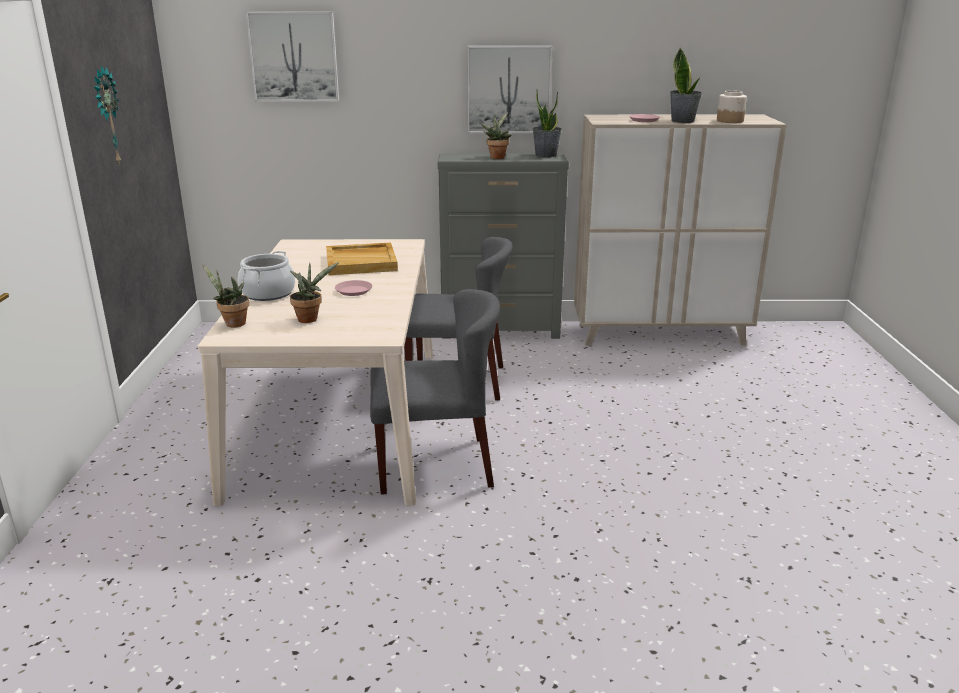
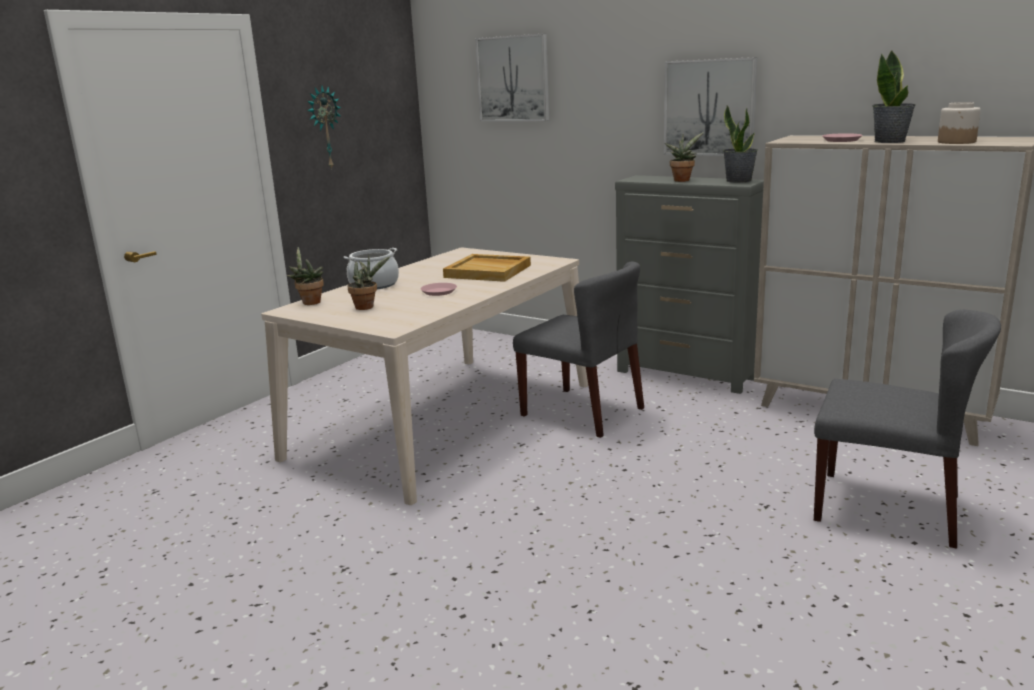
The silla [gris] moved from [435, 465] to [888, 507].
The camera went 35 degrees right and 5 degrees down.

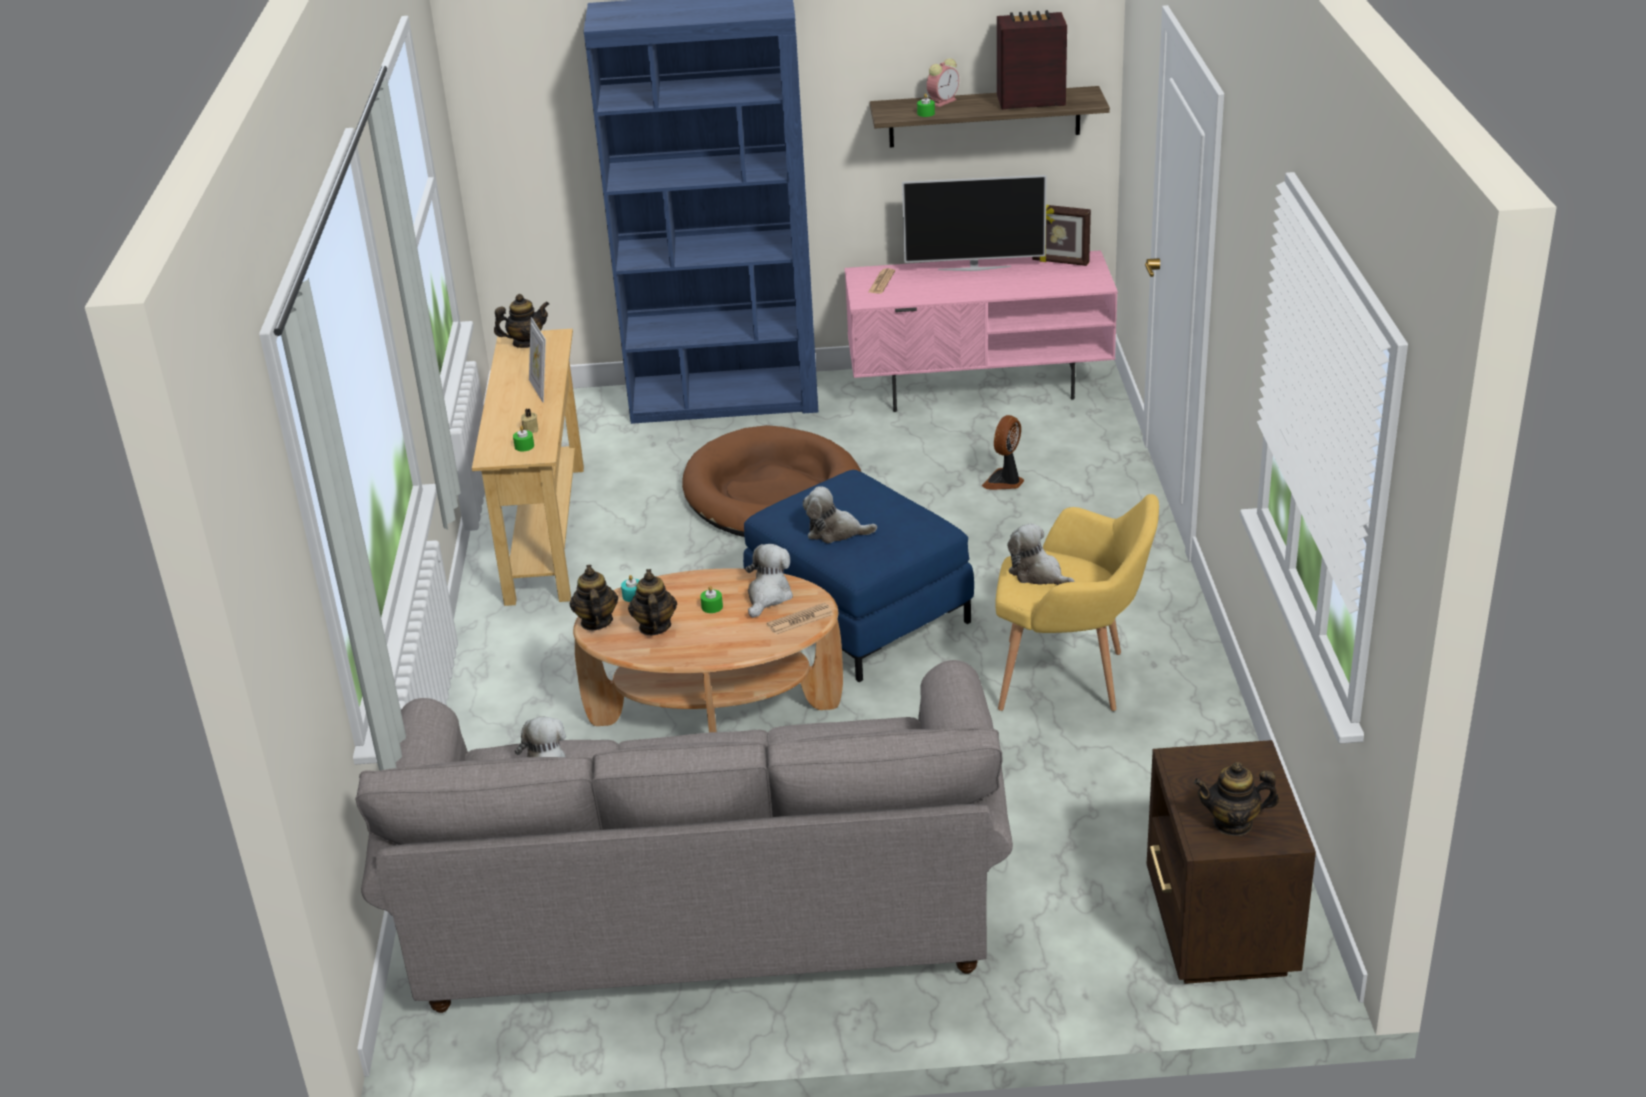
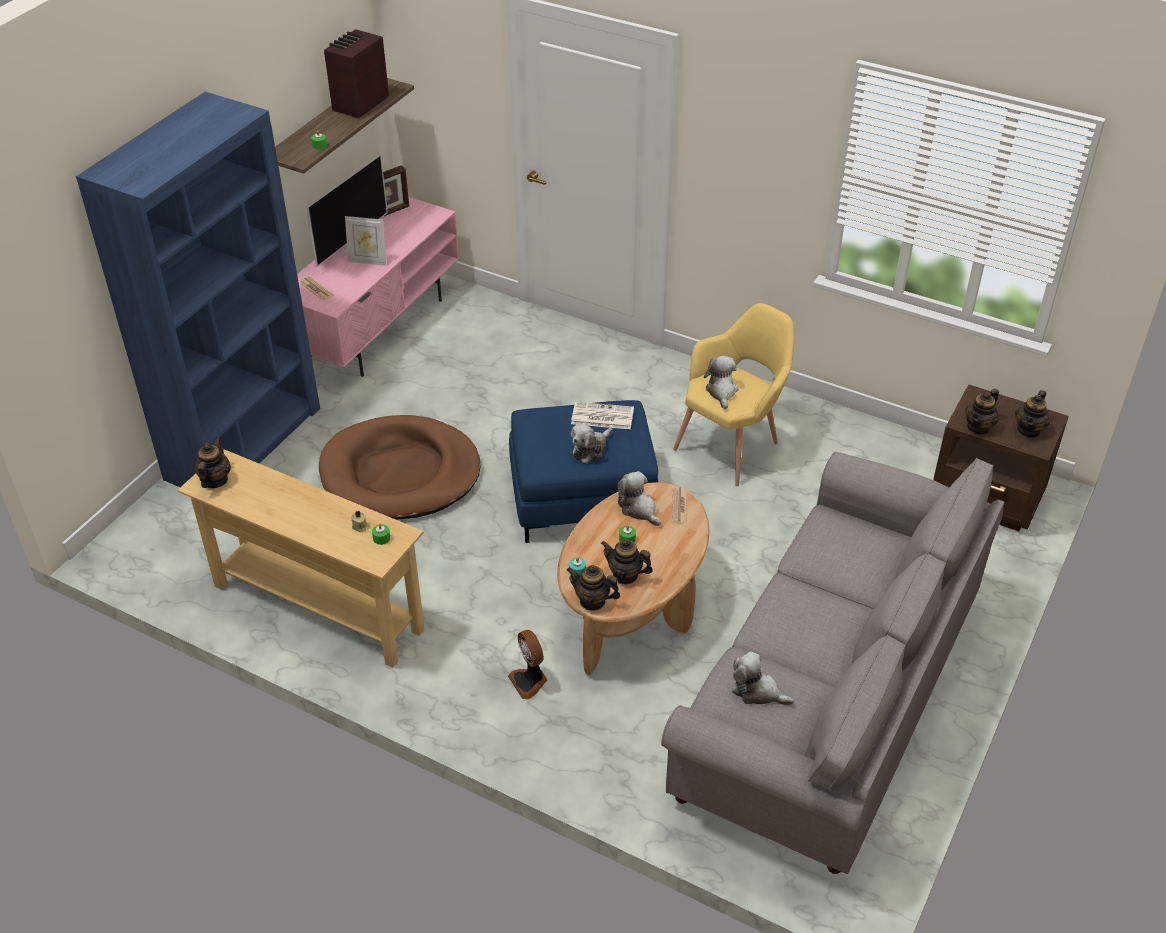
The despertador at [943, 101] disappeared.
The portarretratos moved from [541, 390] to [368, 261].
The ventilador moved from [1005, 482] to [529, 681].
The peluche at [1038, 574] turned 105 degrees clockwise.
The tetera at [979, 427] appeared.
The periódico at [601, 416] appeared.
The camera went 60 degrees left and 10 degrees up.

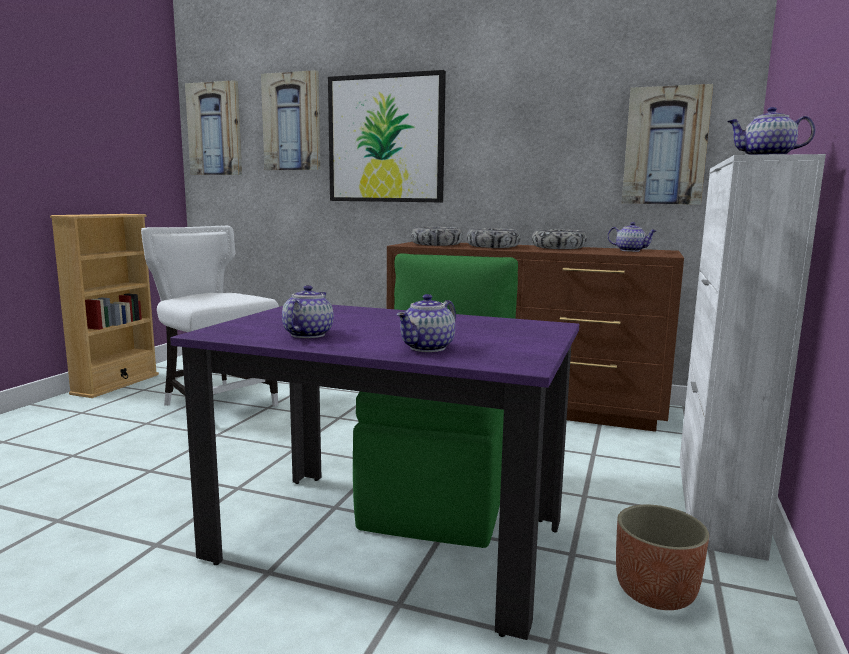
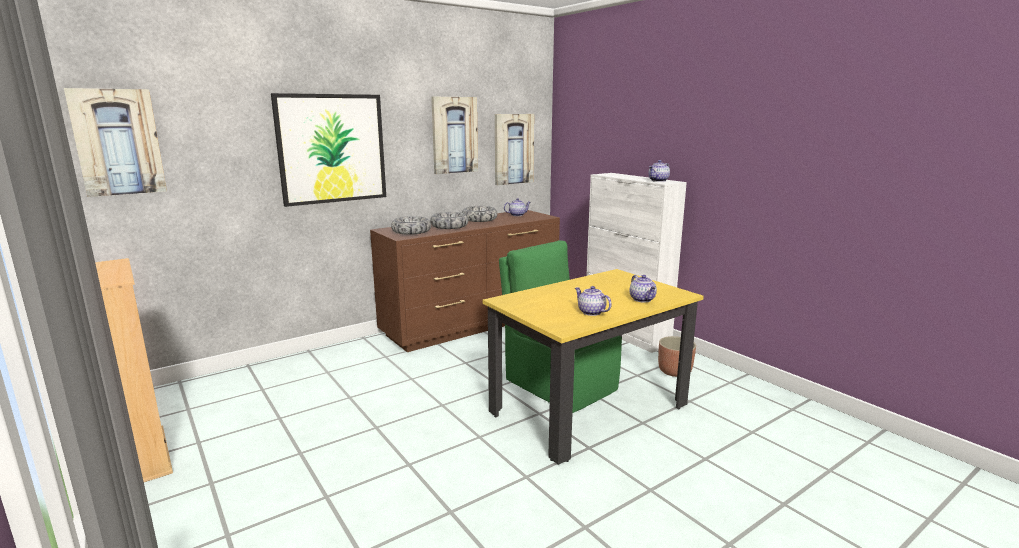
The cuadro moved from [292, 122] to [454, 135].
The silla [blanco] at [216, 406] disappeared.
The mesa de comedor [morado] at [389, 540] became the mesa de comedor [amarillo] at [589, 409].
The camera went 55 degrees left and 5 degrees up.

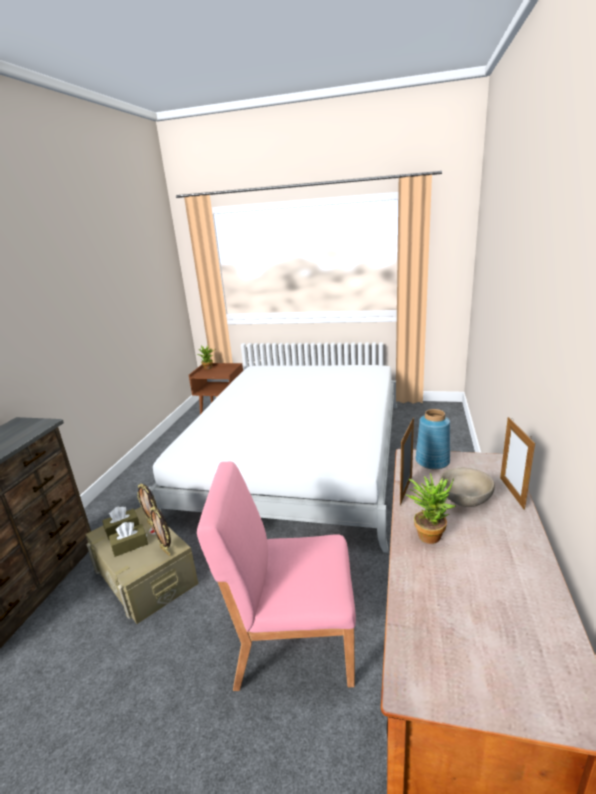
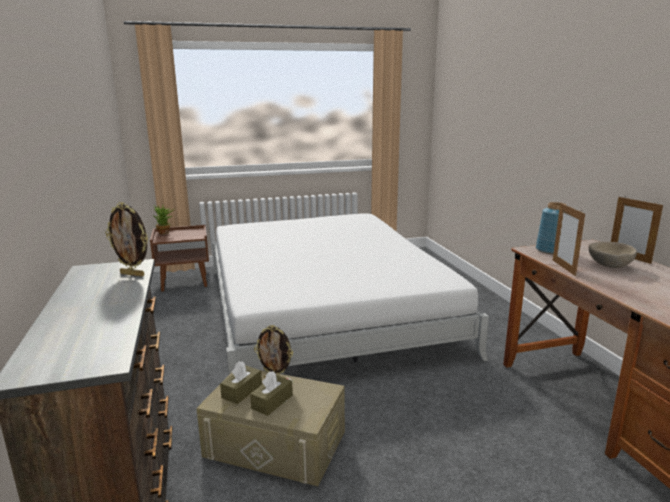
The silla [rosa] at [292, 640] disappeared.
The planta en maceta at [429, 533] disappeared.
The portarretratos moved from [166, 551] to [133, 274].
The camera went 30 degrees left and 5 degrees down.

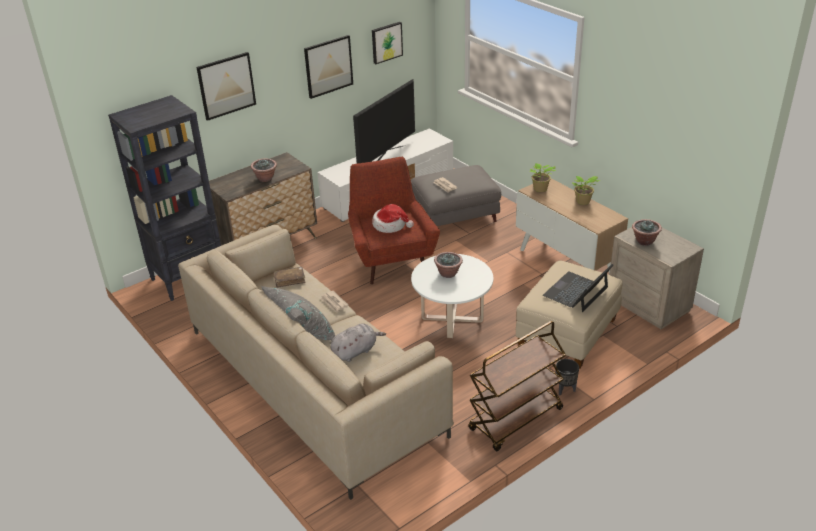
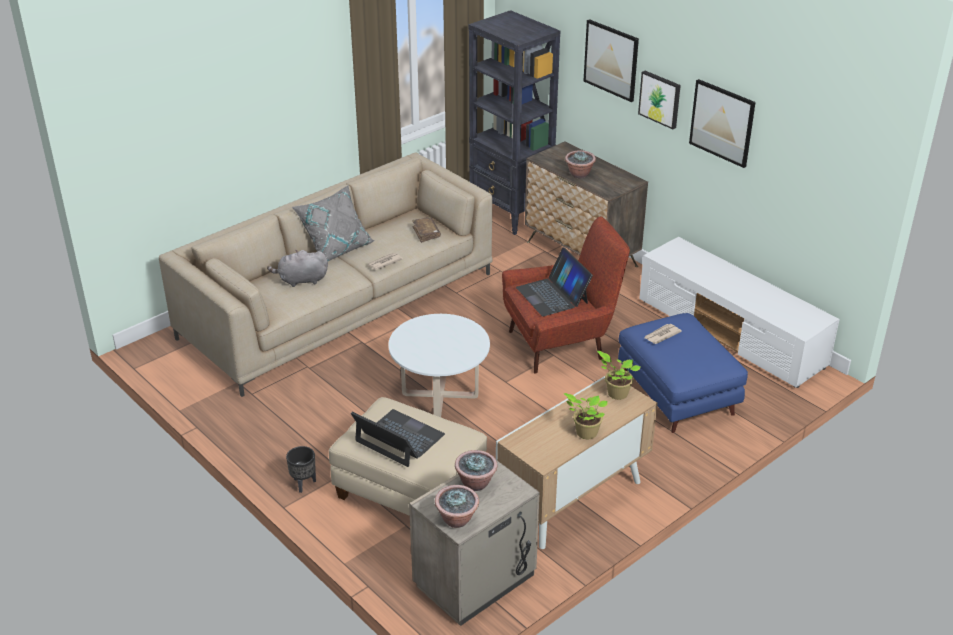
The cuadro moved from [386, 42] to [660, 99].
The televisor at [387, 157] disappeared.
The puf [gris] at [455, 216] became the puf [azul] at [678, 394].
The sombrero at [390, 225] was replaced by the portátil at [553, 295].
The planta en maceta moved from [448, 273] to [457, 519].
The carrito [marrón] at [516, 420] disappeared.
The peluche [gris] at [356, 351] turned 120 degrees clockwise.
The camera went 85 degrees right and 0 degrees up.

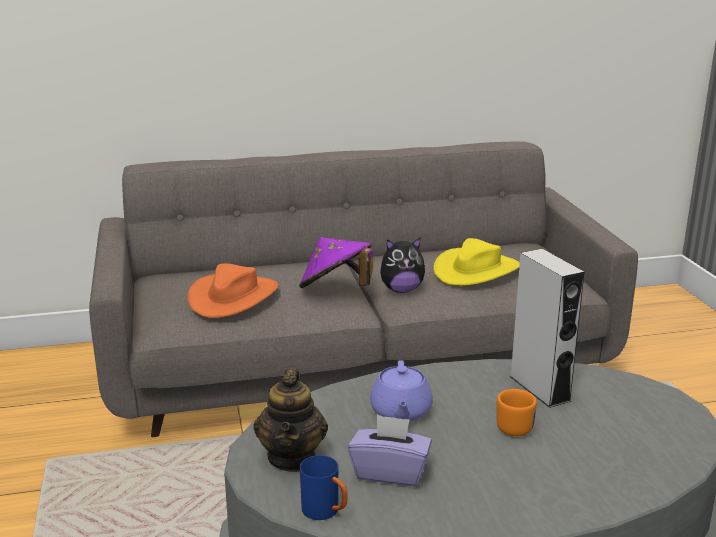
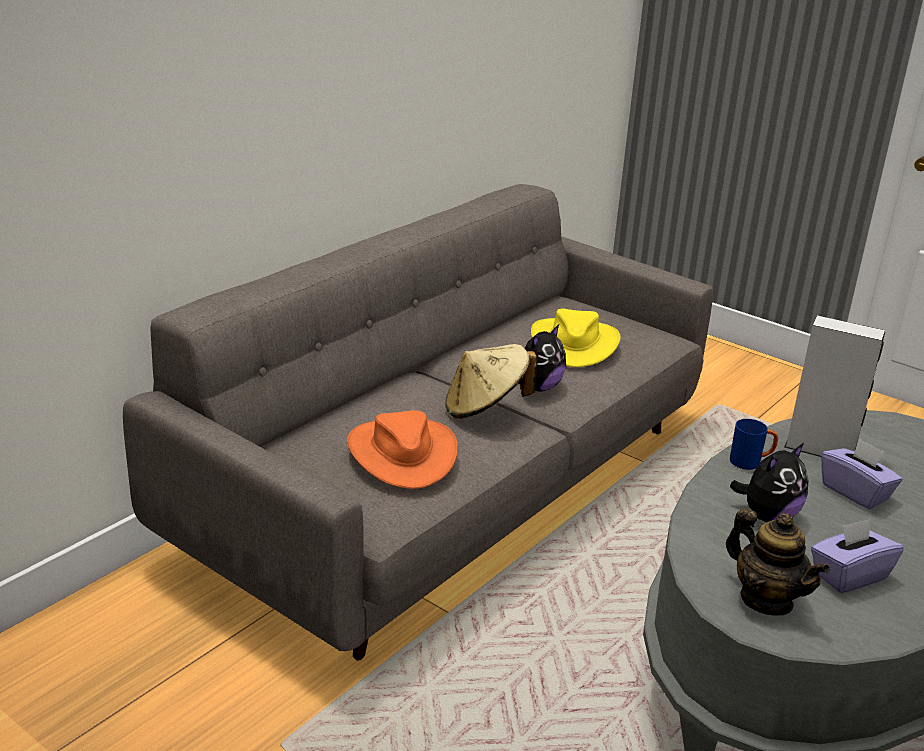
The sombrero [morado] at [336, 289] became the sombrero [beis] at [485, 408].
The tetera [morado] at [400, 412] was replaced by the peluche at [767, 516].
The taza grande [naranja] at [513, 425] was replaced by the caja de pañuelos [morado] at [855, 492].
The taza grande [azul] moved from [326, 512] to [750, 462].
The camera went 40 degrees left and 5 degrees up.

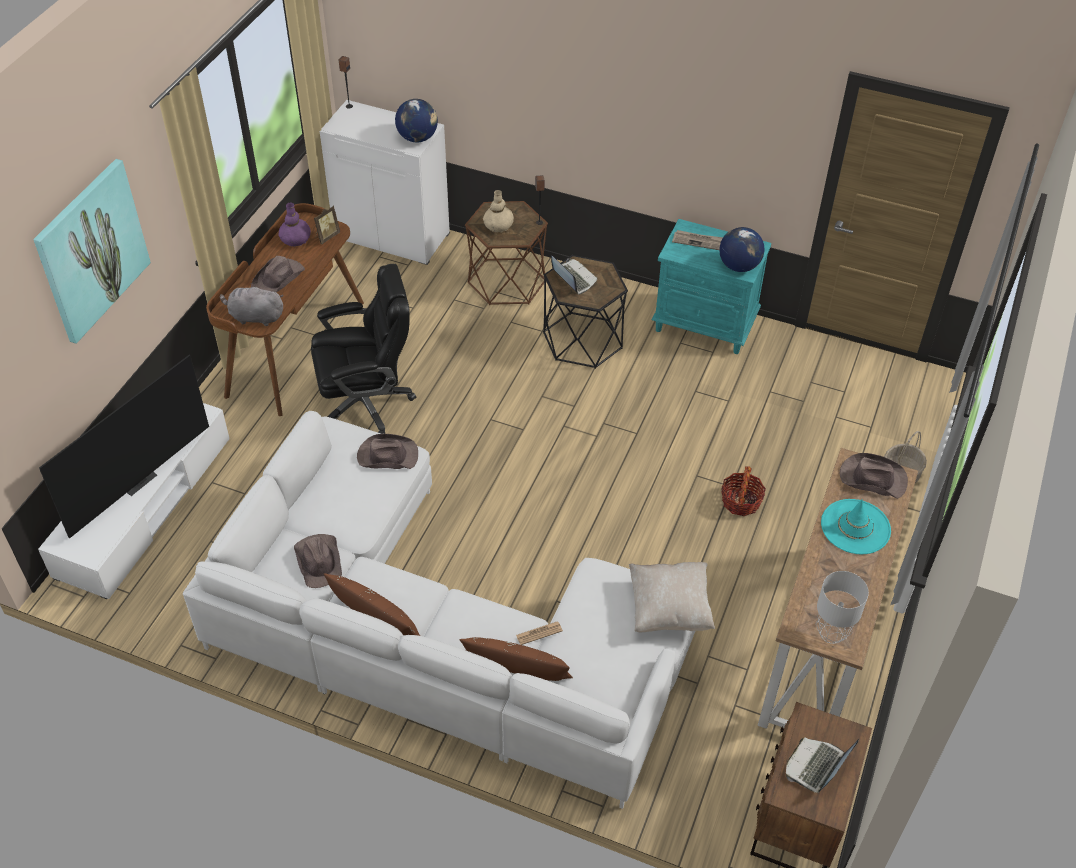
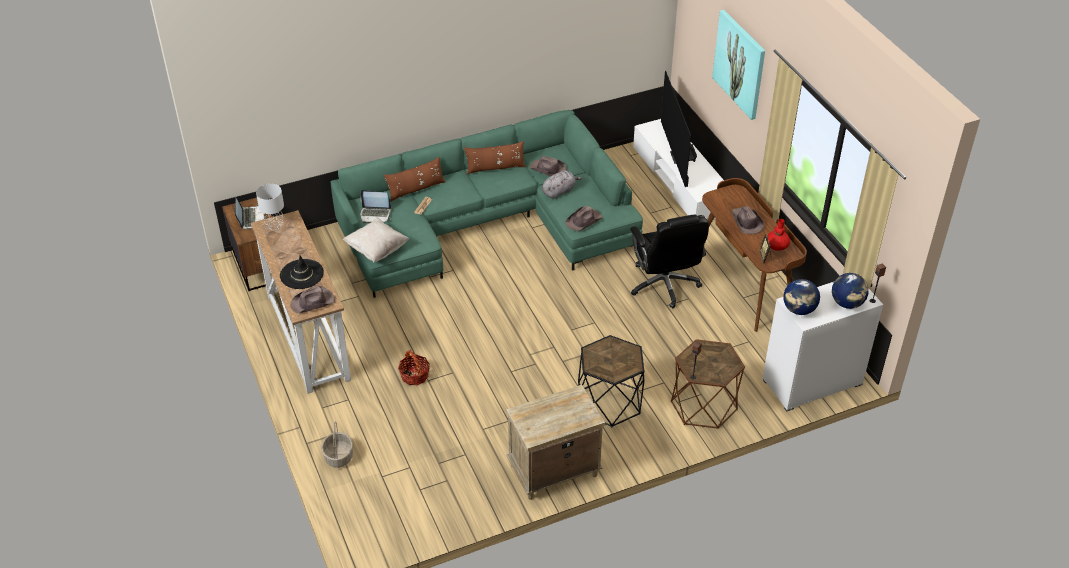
The florero [beis] at [498, 225] disappeared.
The florero [morado] at [295, 239] became the florero [rojo] at [777, 245].
The mesita de noche [turquesa] at [705, 325] became the mesita de noche [beis] at [553, 471].
The globo terráqueo moved from [738, 266] to [847, 303].
The periódico at [698, 241] disappeared.
The portátil moved from [573, 278] to [375, 214].
The silla de oficina [negro] at [366, 403] turned 45 degrees counterclockwise.
The peluche [gris] moved from [255, 317] to [559, 191].
The sofá [blanco] at [435, 633] became the sofá [verde] at [489, 224].
The sombrero [turquesa] at [855, 527] became the sombrero [negro] at [301, 274].
The camera went 135 degrees right and 5 degrees down.

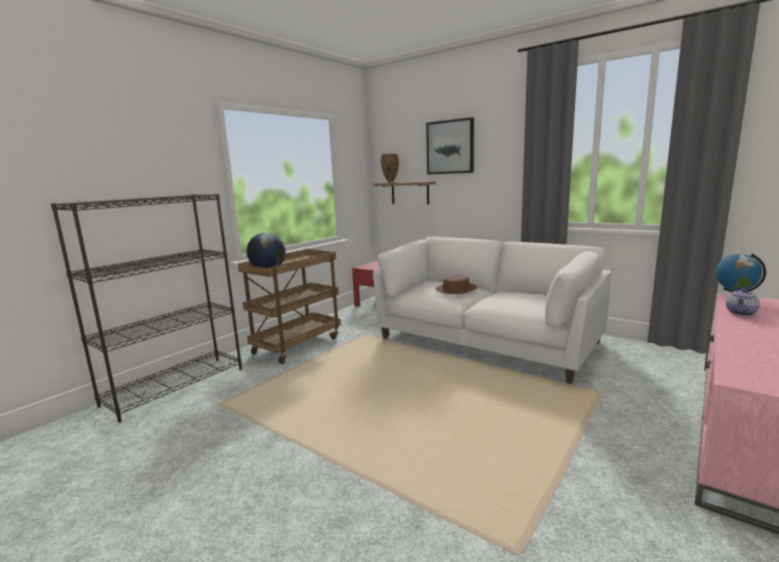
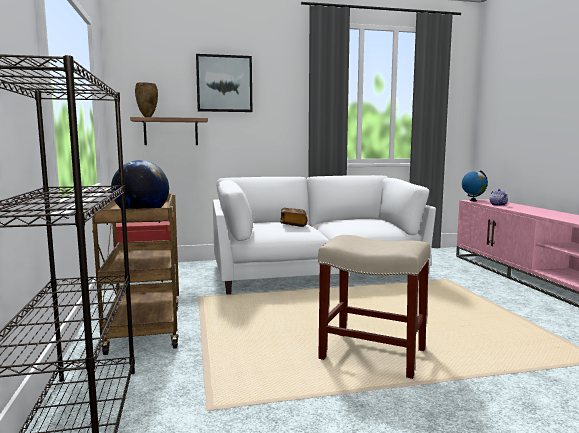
The sombrero [marrón] at [456, 289] was replaced by the libro at [293, 224].
The taburete [beis] at [371, 354] appeared.
The camera went 50 degrees left and 5 degrees down.

